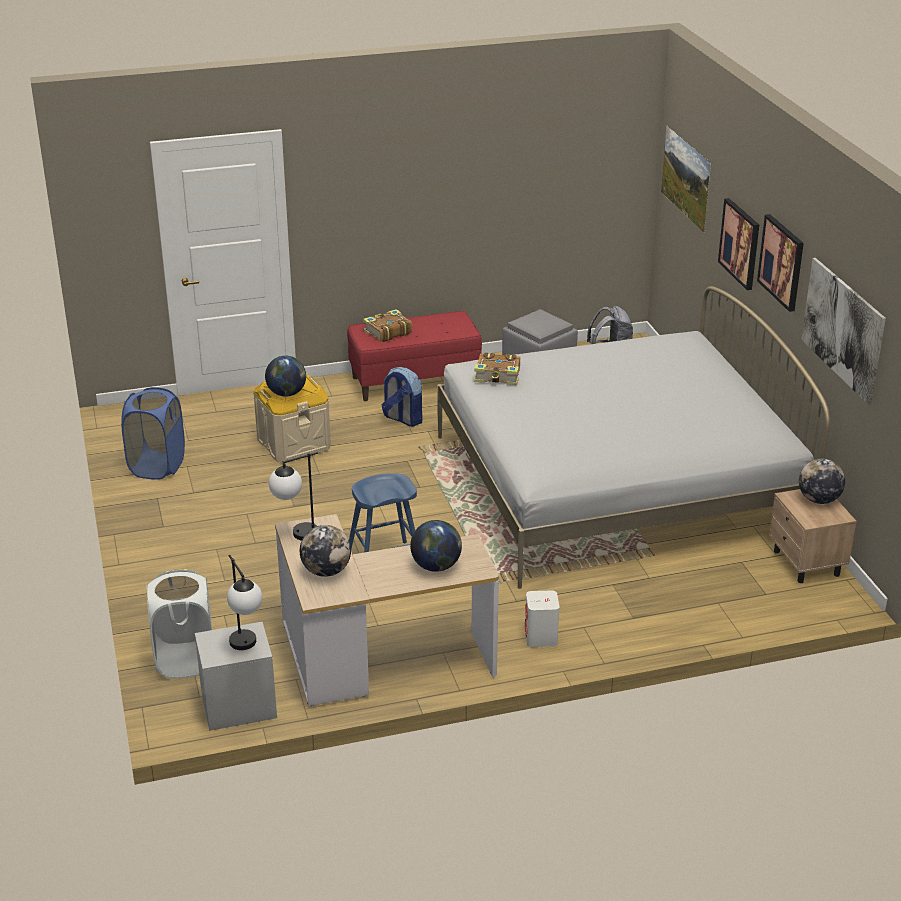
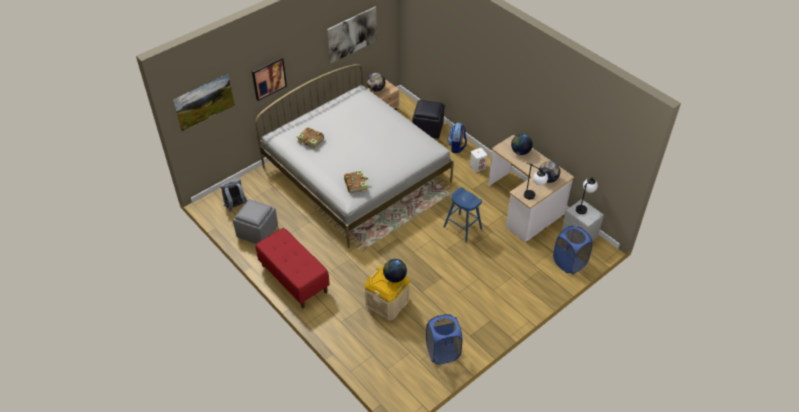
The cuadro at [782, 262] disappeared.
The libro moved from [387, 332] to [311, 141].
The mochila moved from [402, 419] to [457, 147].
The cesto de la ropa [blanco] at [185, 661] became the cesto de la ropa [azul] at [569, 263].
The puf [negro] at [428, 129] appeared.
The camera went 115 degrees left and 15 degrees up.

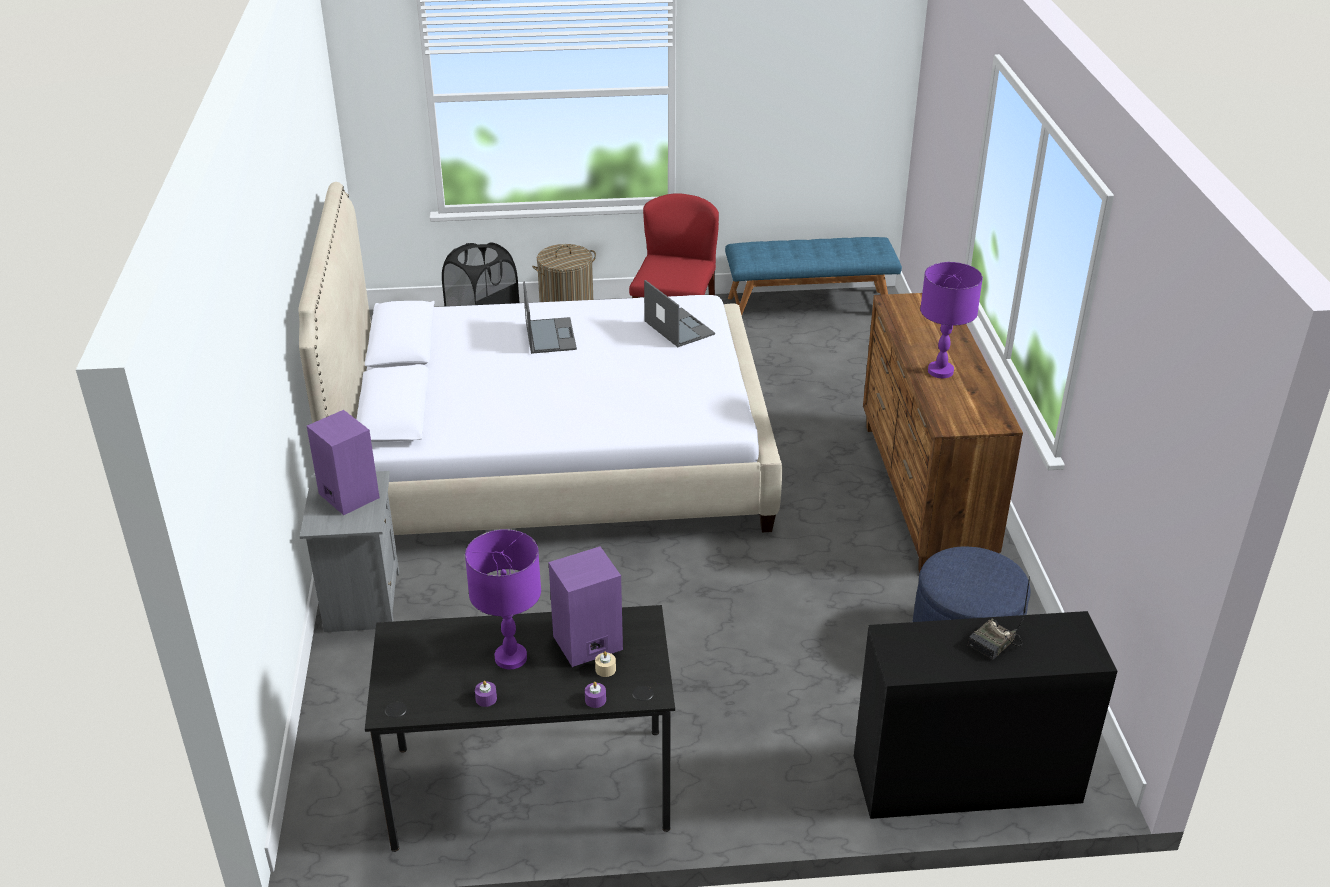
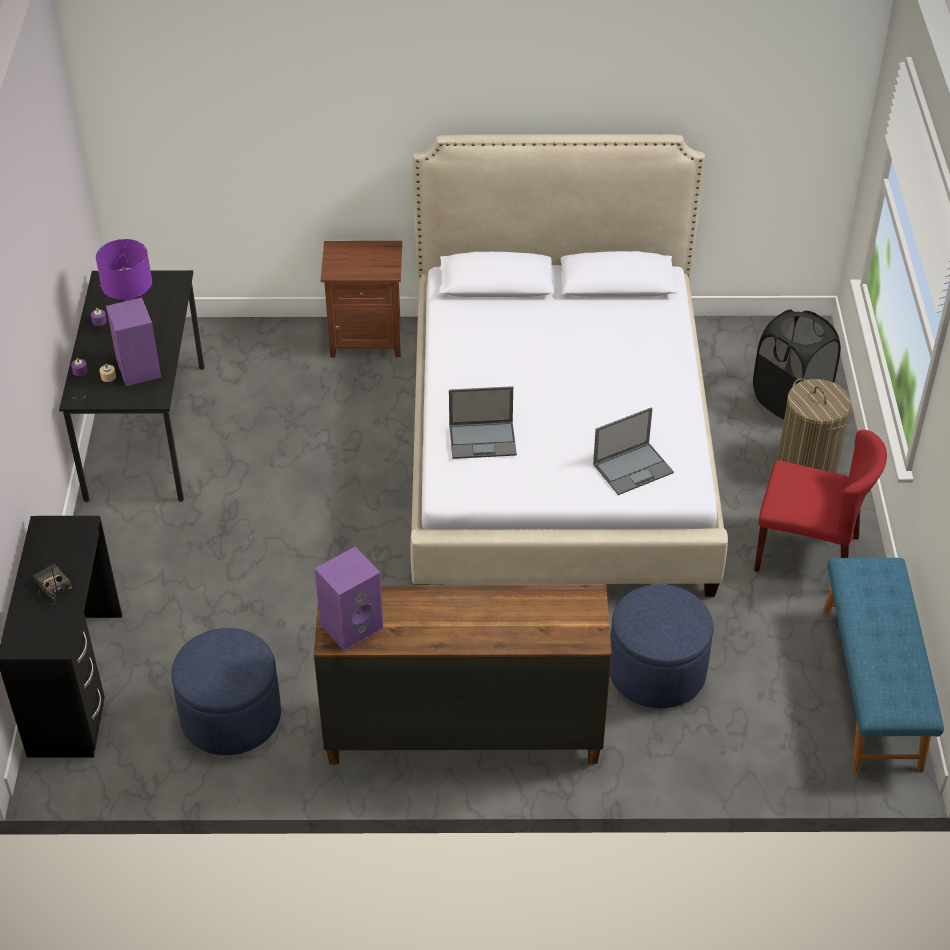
The lámpara de mesa [morado] at [940, 371] disappeared.
The portátil moved from [550, 335] to [483, 440].
The altavoz [morado] moved from [347, 495] to [352, 625].
The mesita de noche [gris] at [360, 602] became the mesita de noche [marrón] at [366, 338].
The puf [azul] at [656, 671] appeared.
The camera went 95 degrees right and 10 degrees up.

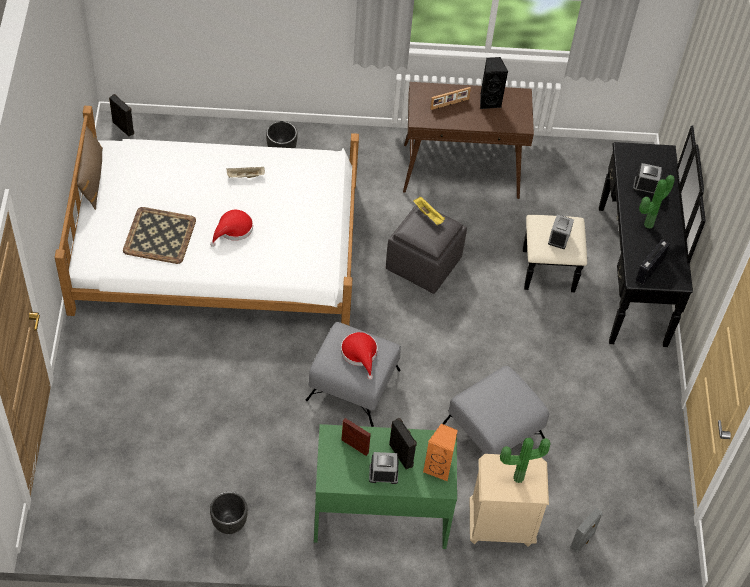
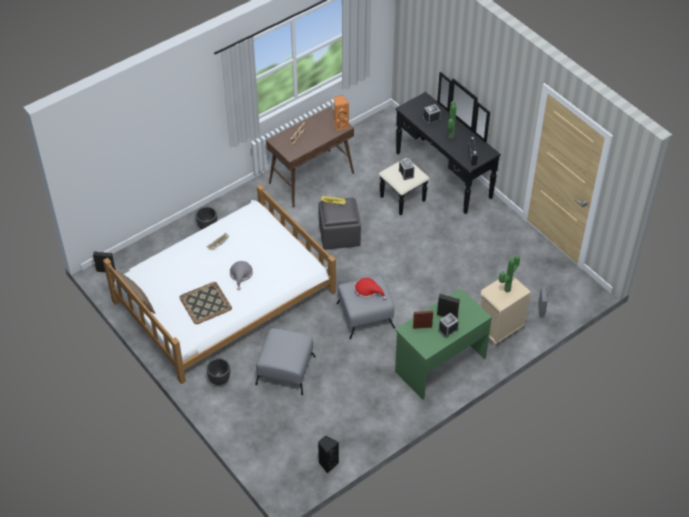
The altavoz [negro] moved from [489, 101] to [328, 464].
The sombrero [rojo] at [233, 230] became the sombrero [gris] at [241, 275].
The puf [gris] moved from [493, 431] to [285, 370].
The altavoz [naranja] moved from [439, 467] to [340, 125].
The maceta [negro] moved from [230, 523] to [219, 380].
The camera went 35 degrees left and 5 degrees down.

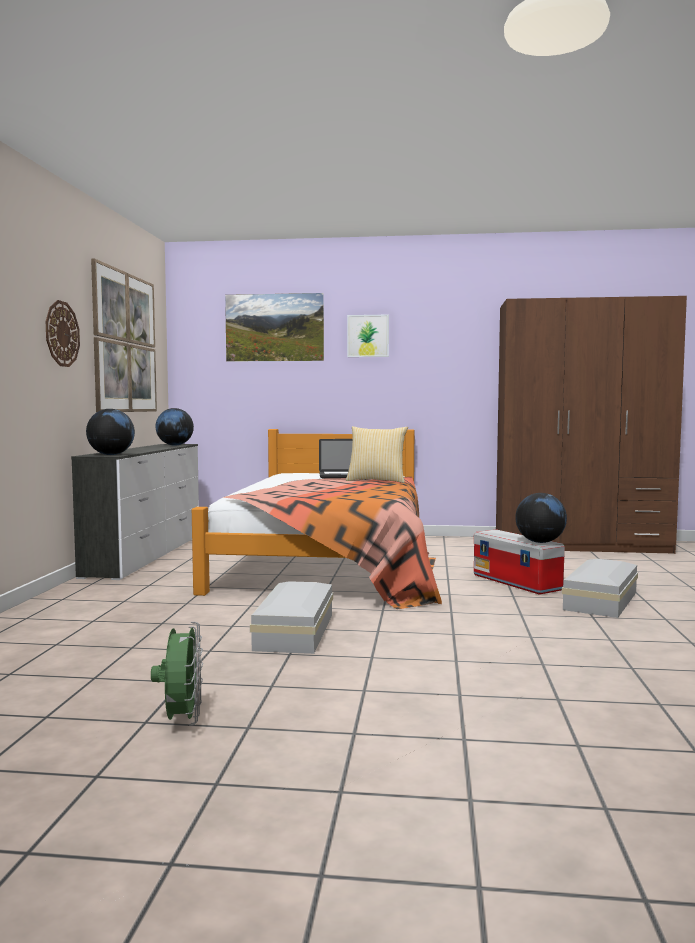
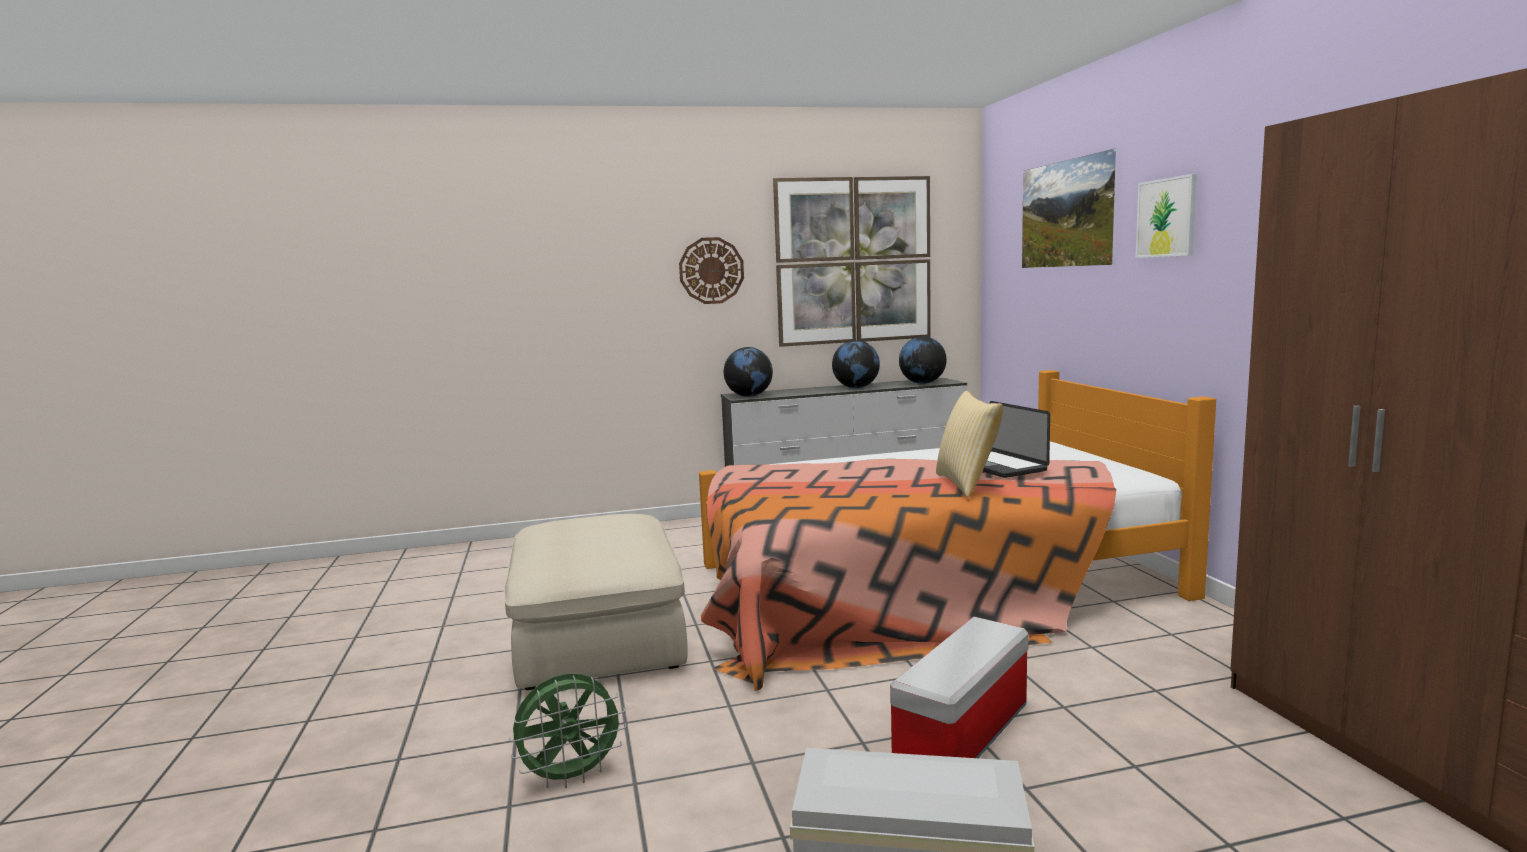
The globo terráqueo moved from [540, 542] to [856, 387].
The caja de almacenaje [blanco] at [296, 631] was replaced by the puf [beis] at [599, 635].
The ventilador [verde] moved from [182, 720] to [571, 777].
The camera went 70 degrees right and 5 degrees up.

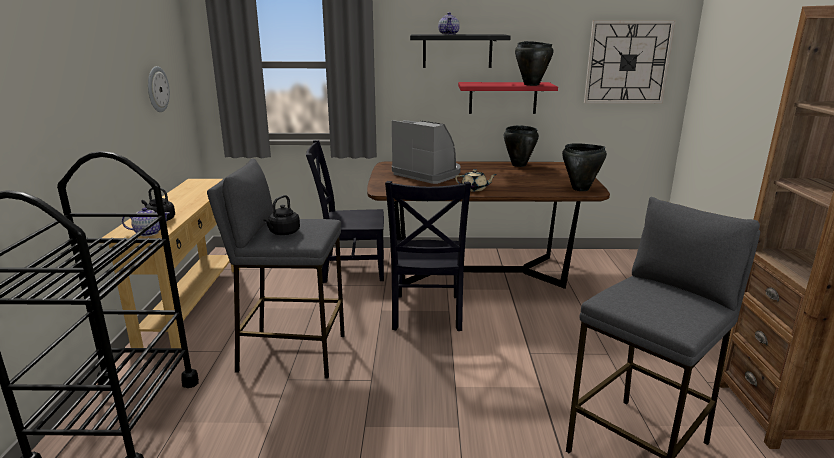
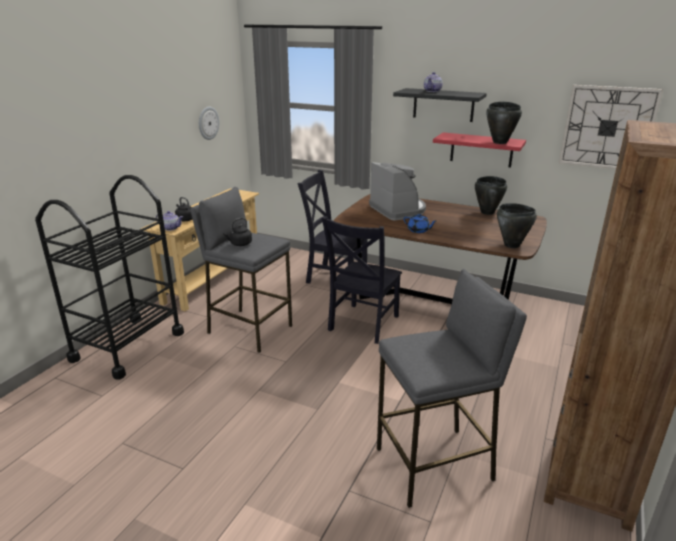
The tetera [beis] at [474, 189] became the tetera [azul] at [418, 230].
The camera went 25 degrees right and 5 degrees up.

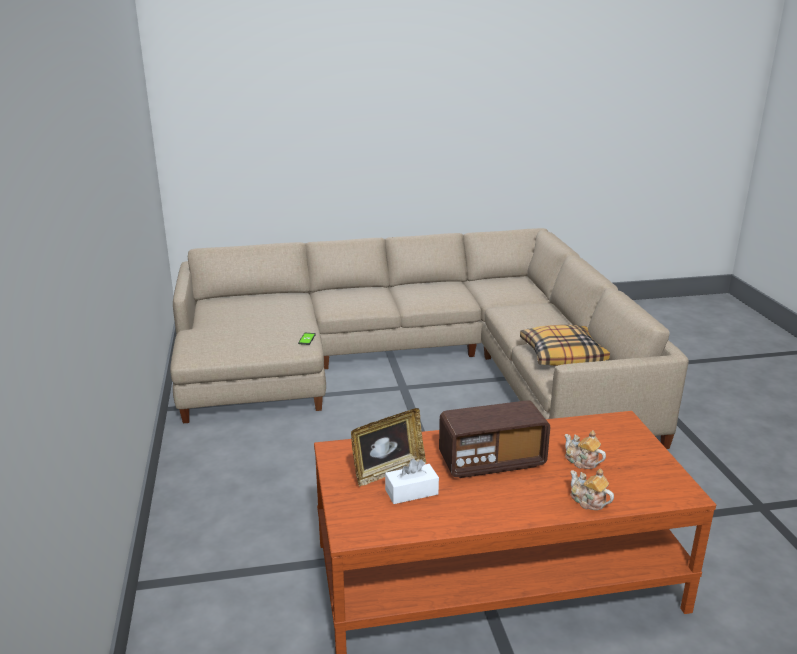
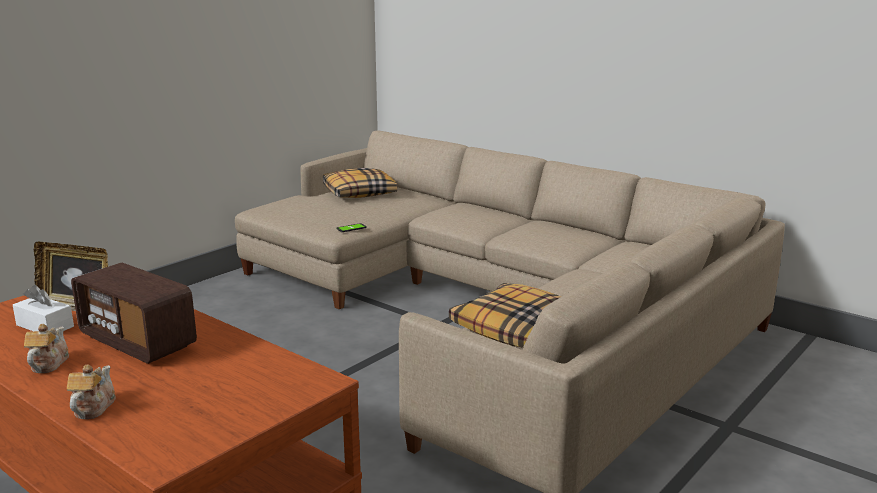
The tetera moved from [581, 461] to [48, 364].
The cojín at [358, 193] appeared.
The camera went 50 degrees right and 5 degrees down.

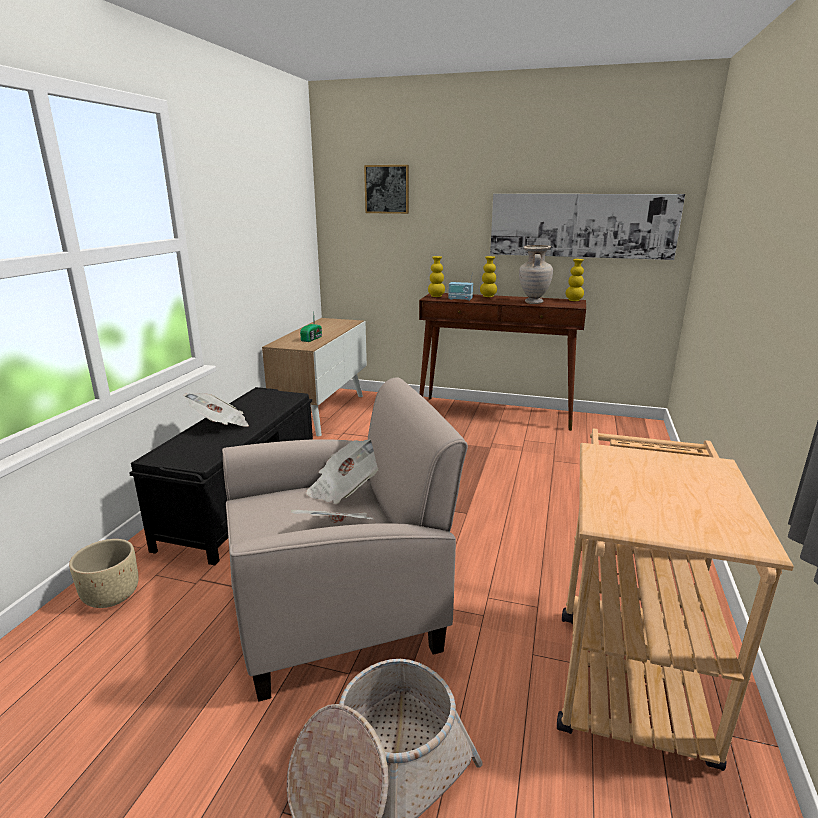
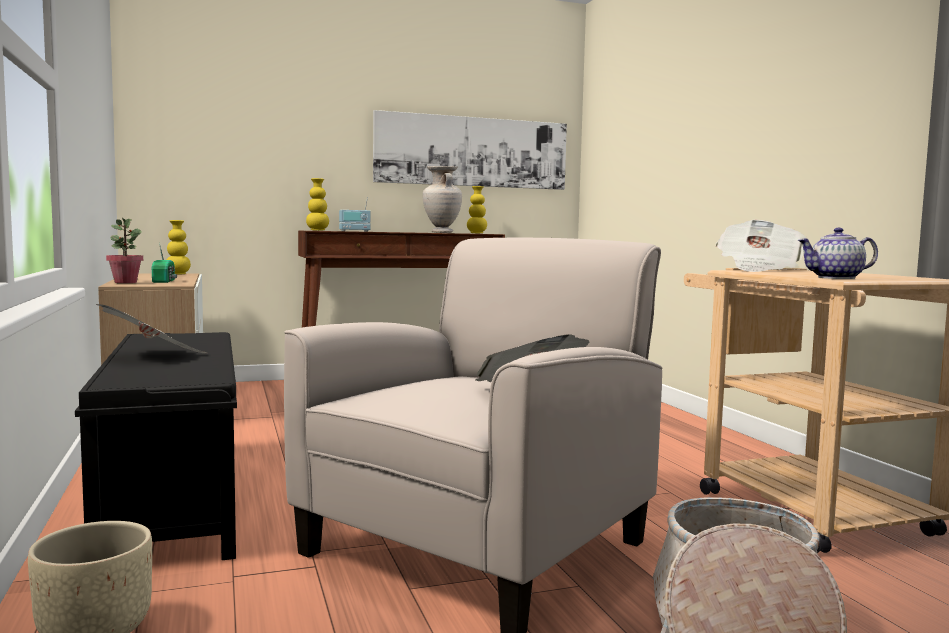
The cuadro at [387, 189] disappeared.
The florero [amarillo] moved from [488, 296] to [178, 274].
The periódico moved from [345, 489] to [758, 270].
The planta en maceta at [125, 282] appeared.
The tetera at [836, 278] appeared.
The camera went 35 degrees left and 15 degrees down.

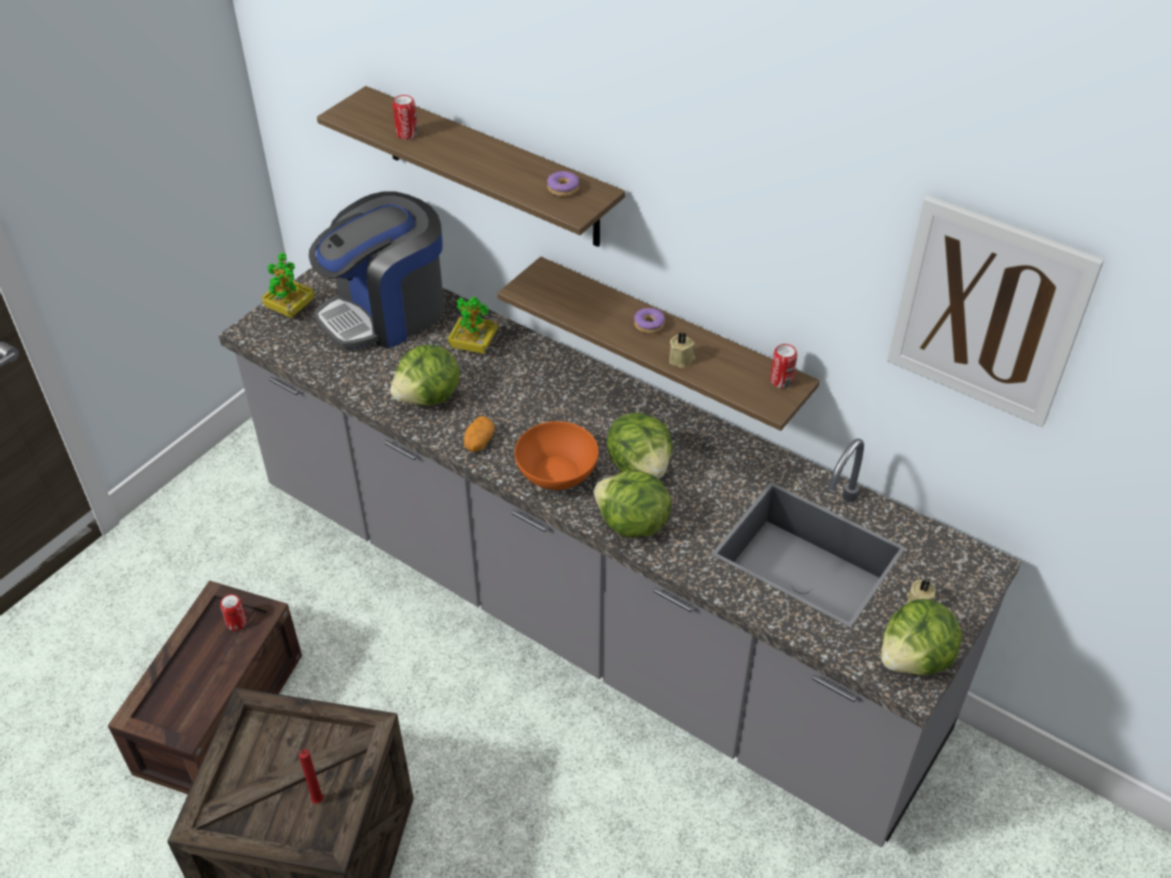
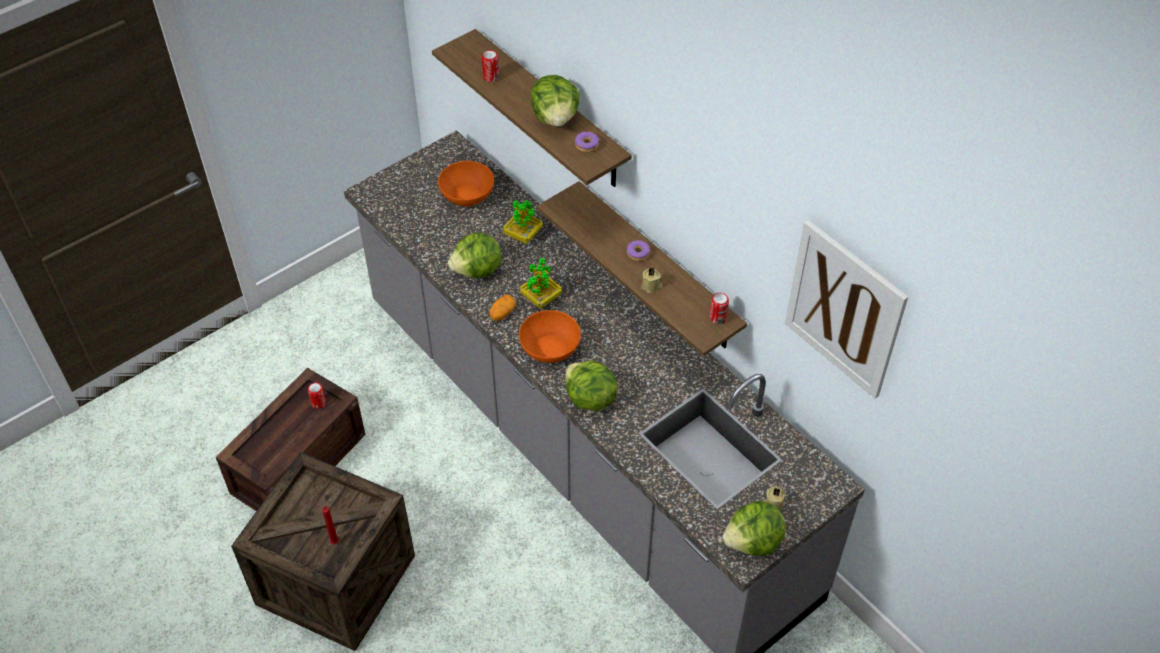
The cafetera at [386, 313] was replaced by the cuenco [naranja] at [467, 195].
The planta en maceta moved from [290, 309] to [541, 298].
The lechuga moved from [640, 466] to [555, 118].
The camera went 15 degrees right and 5 degrees up.

